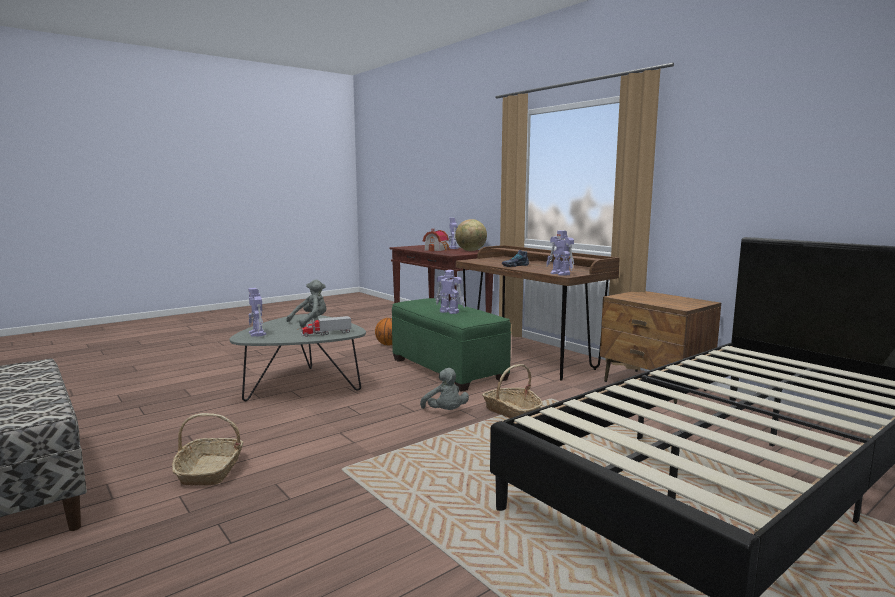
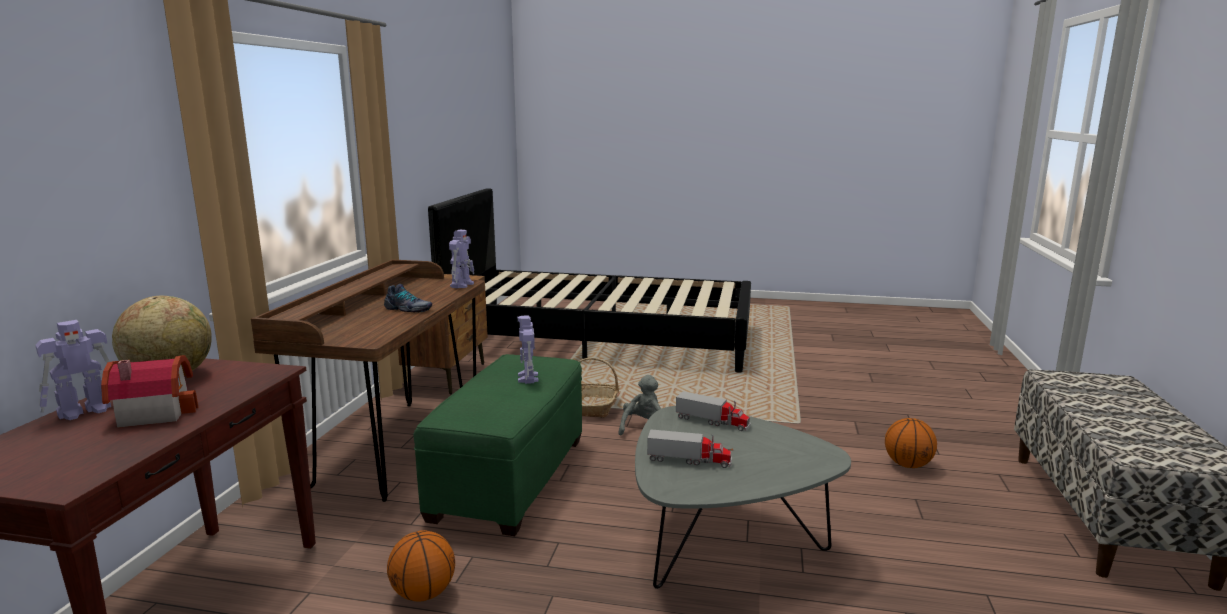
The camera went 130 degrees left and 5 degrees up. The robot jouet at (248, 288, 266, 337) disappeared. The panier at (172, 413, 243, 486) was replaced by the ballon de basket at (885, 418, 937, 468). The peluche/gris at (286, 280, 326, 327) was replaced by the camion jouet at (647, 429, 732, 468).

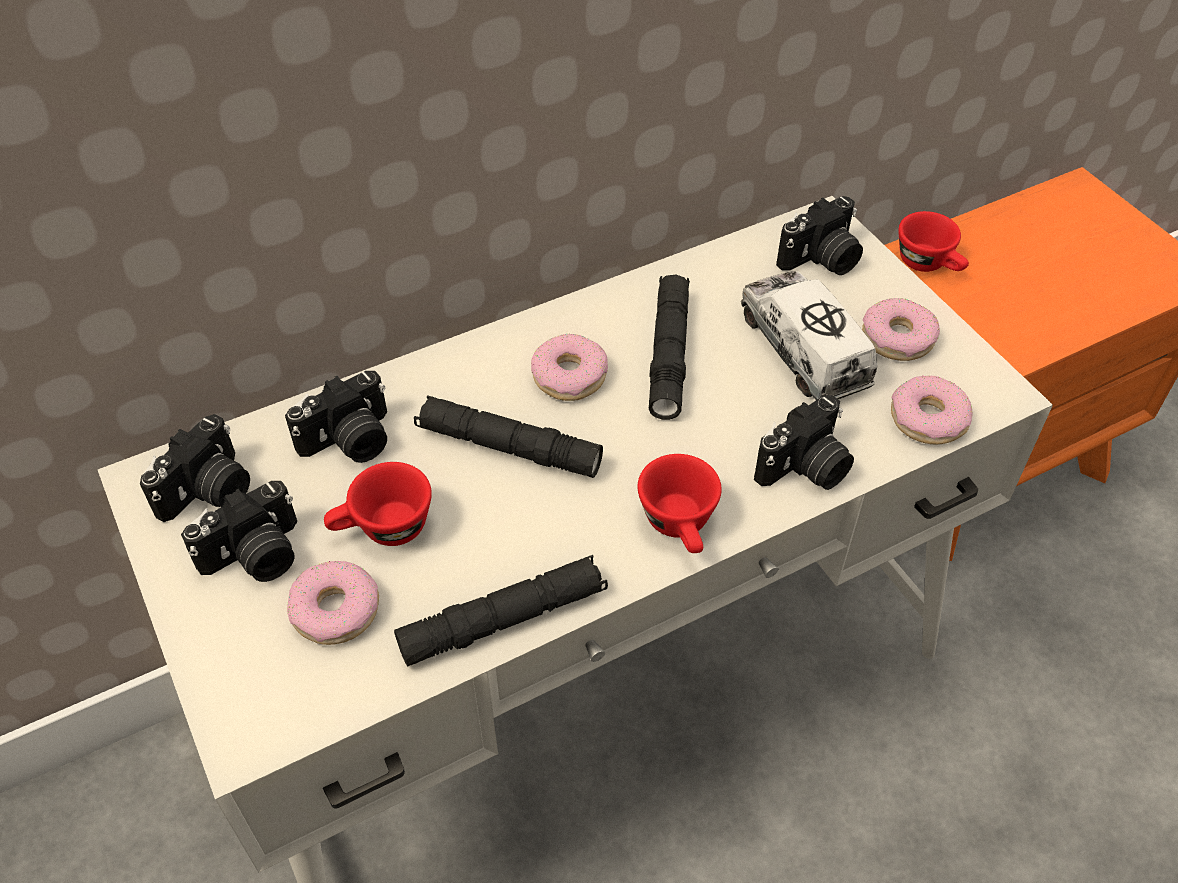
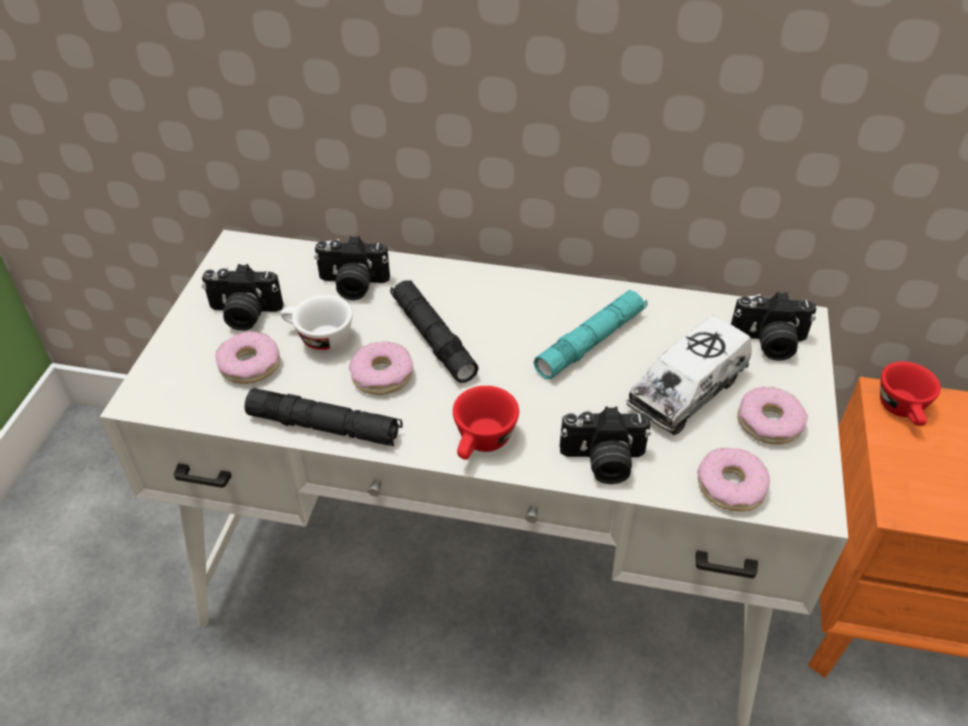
The camera went 40 degrees right and 5 degrees down. The appareil photo at (140, 414, 250, 522) disappeared. The beignet moved from (531, 334, 608, 401) to (349, 342, 413, 395). The tasse/rouge at (324, 462, 432, 546) became the tasse/blanc at (280, 295, 353, 354). The lampe de poche/noir at (649, 275, 690, 420) became the lampe de poche/turquoise at (534, 290, 647, 379). The camion jouet at (741, 271, 877, 400) turned 150 degrees counterclockwise.

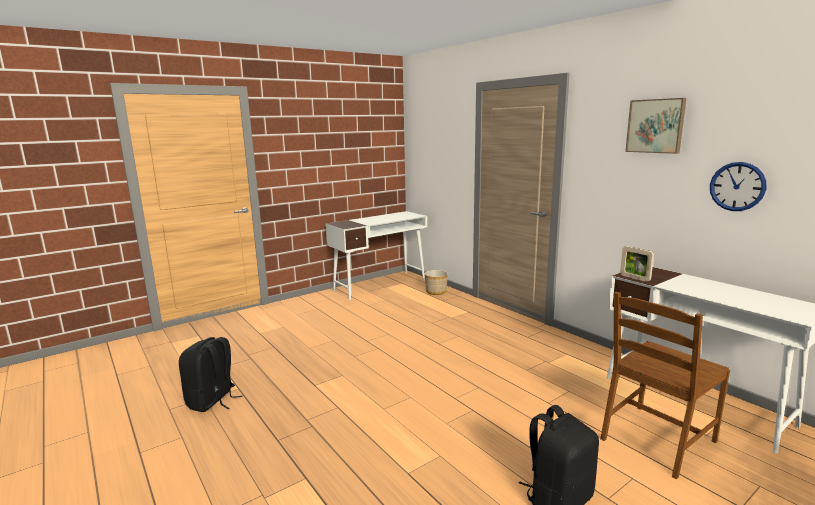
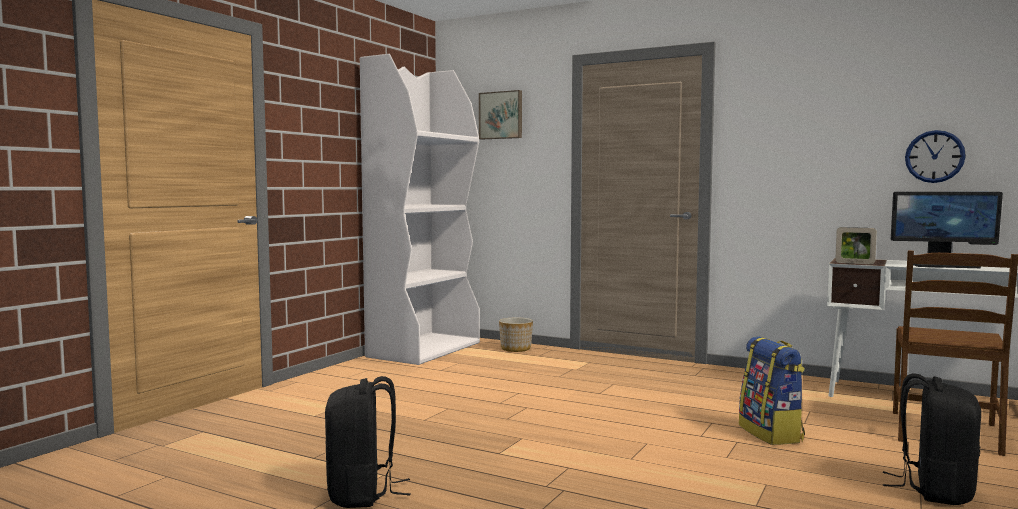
The camera went 25 degrees left and 10 degrees down. The sac à dos at (739, 336, 805, 445) appeared. The écran d'ordinateur at (891, 192, 1003, 268) appeared. The tableau moved from (625, 98, 686, 154) to (479, 90, 522, 139). The bureau/blanc at (325, 211, 427, 300) was replaced by the bibliothèque/blanc at (360, 54, 480, 365).

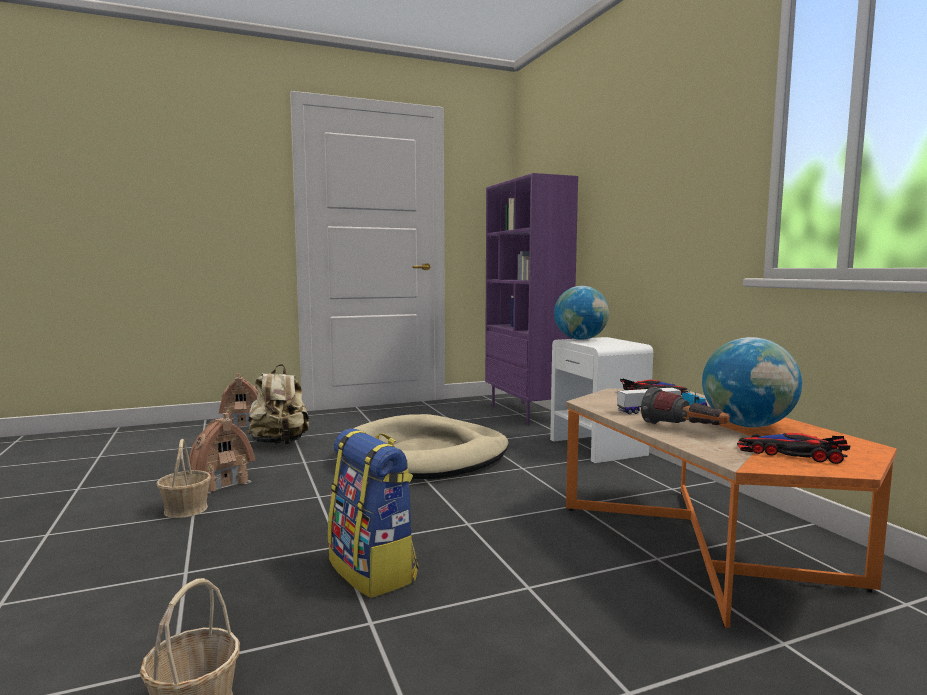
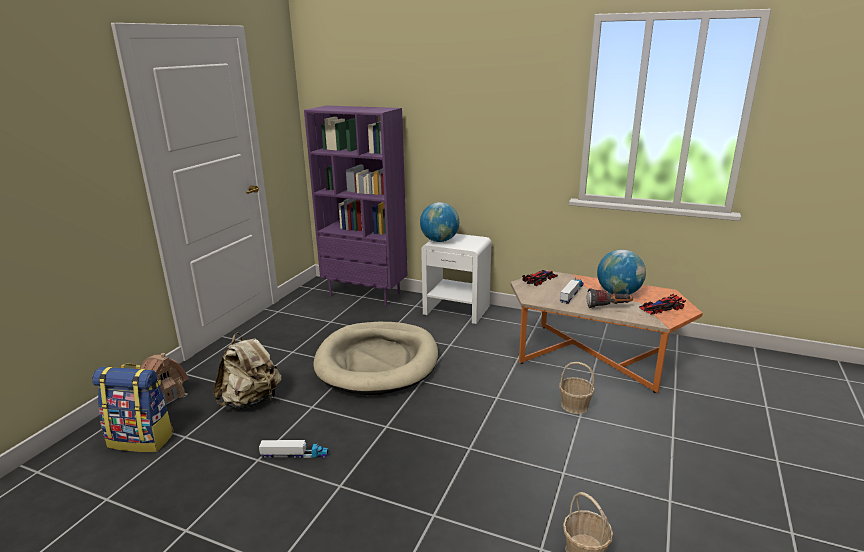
The camera went 45 degrees left and 15 degrees up. The panier moved from (156, 439, 211, 518) to (559, 362, 595, 414). The sac à dos moved from (328, 428, 418, 598) to (92, 364, 174, 452). The maison miniature at (189, 413, 255, 494) was replaced by the camion jouet at (259, 440, 329, 459).

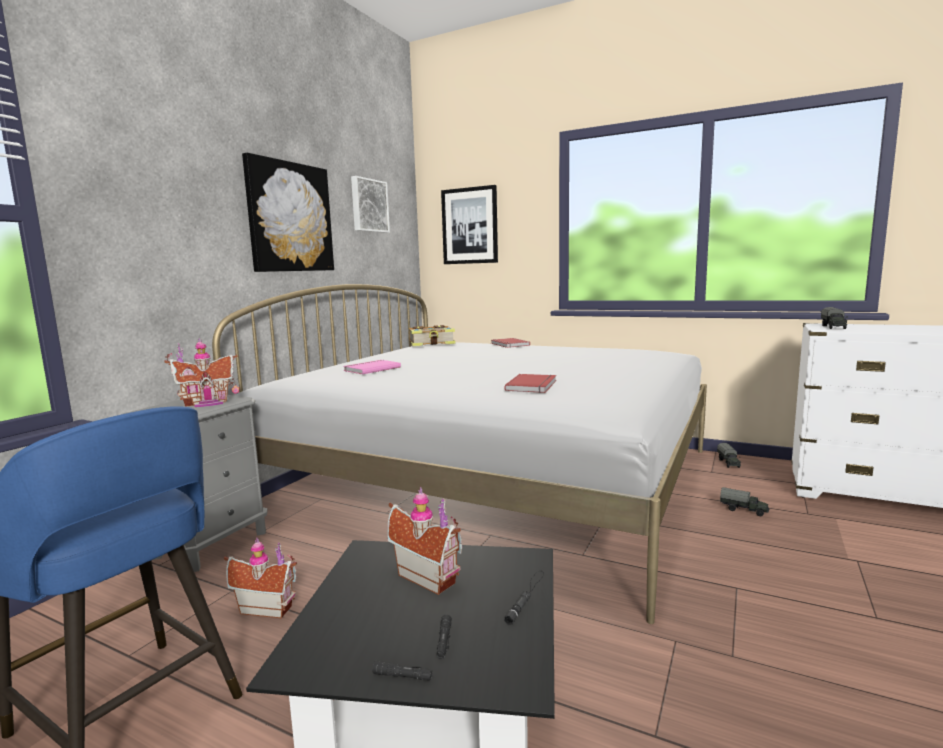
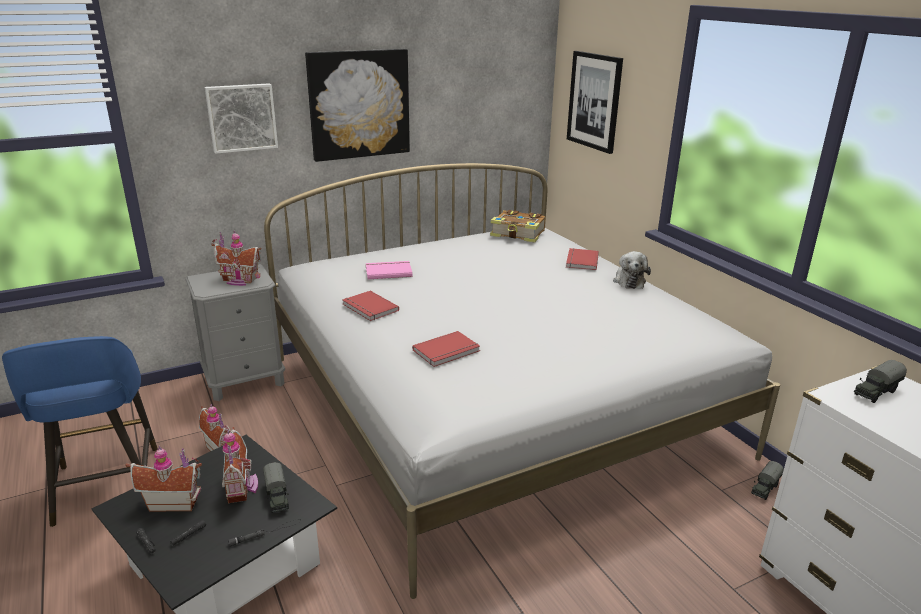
The camera went 35 degrees right and 15 degrees up. The maison miniature at (125, 446, 202, 511) appeared. The livre/rouge at (342, 291, 399, 321) appeared. The peluche at (613, 251, 651, 289) appeared. The tableau moved from (351, 176, 390, 233) to (204, 83, 278, 154). The camion jouet moved from (720, 487, 769, 516) to (263, 462, 289, 513).

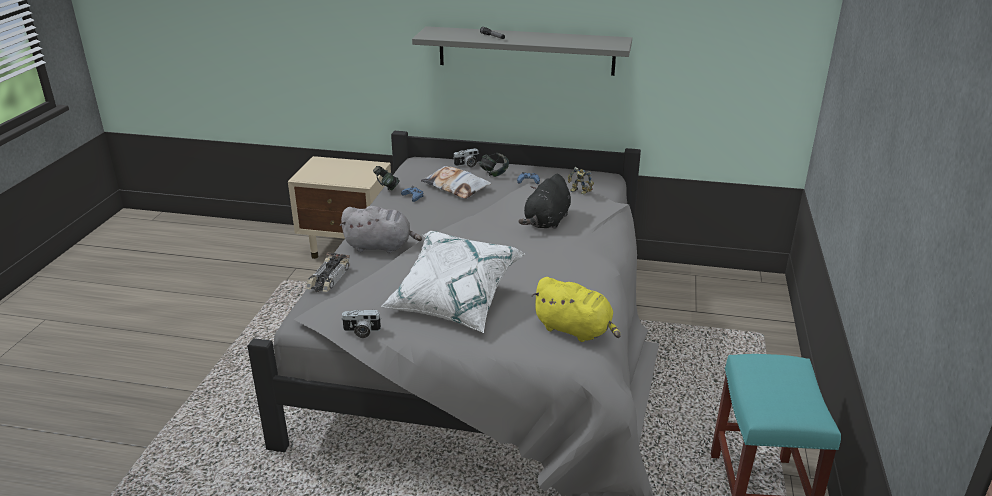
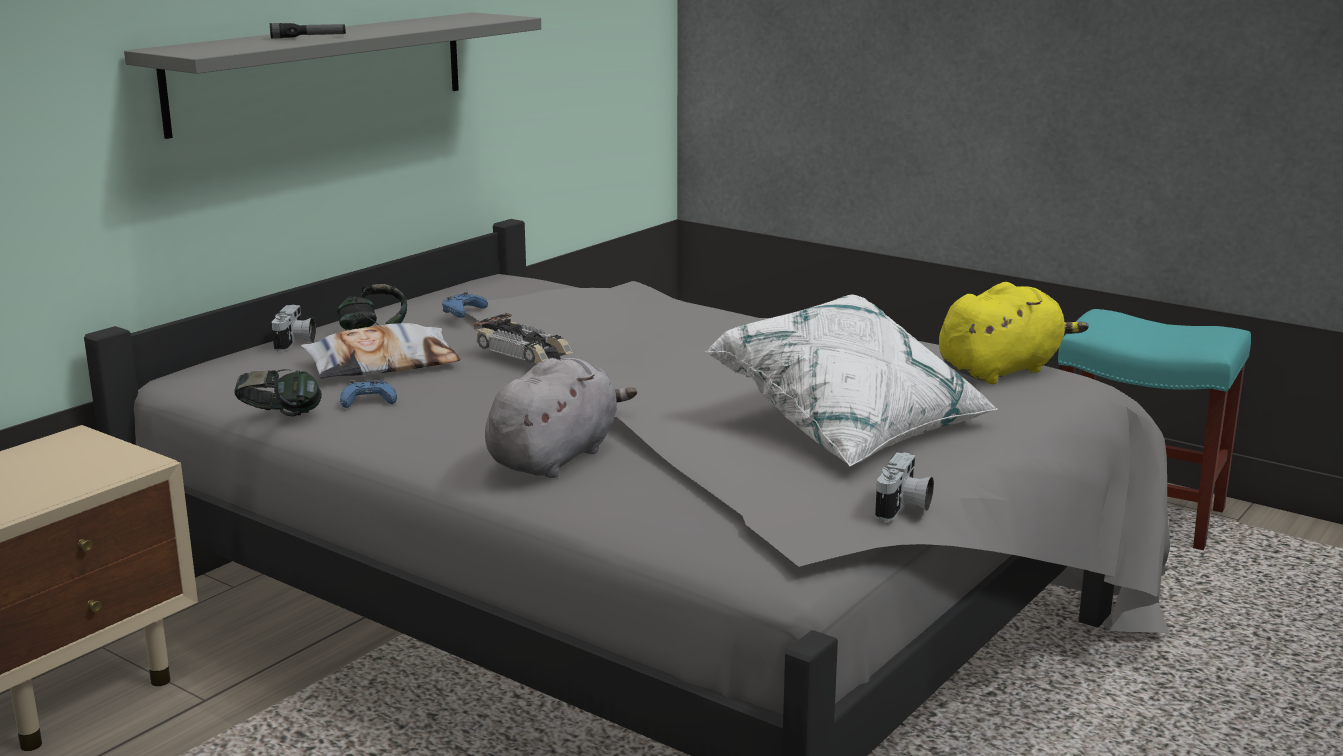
The camera went 65 degrees left and 10 degrees down. The peluche/noir at (518, 174, 571, 229) disappeared. The robot jouet at (568, 167, 594, 195) disappeared. The petite voiture moved from (306, 253, 350, 292) to (474, 313, 573, 363).

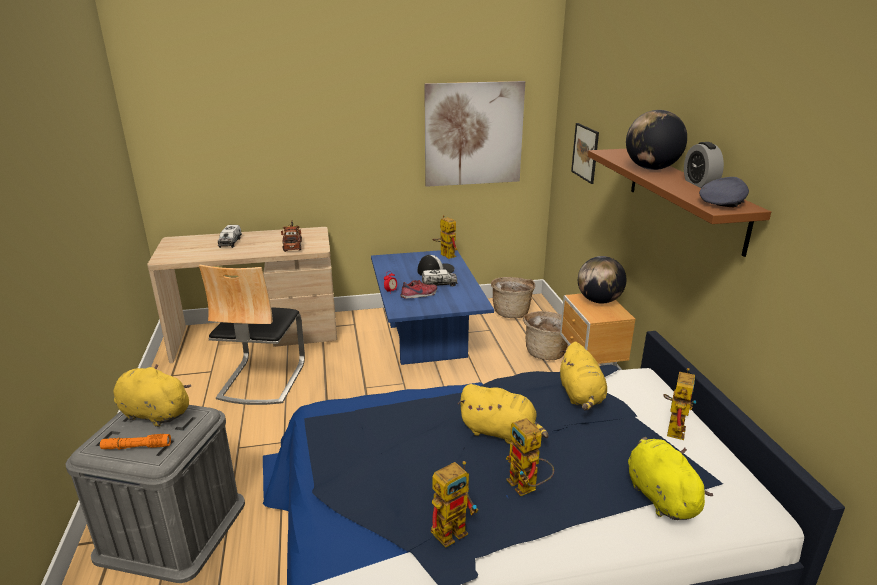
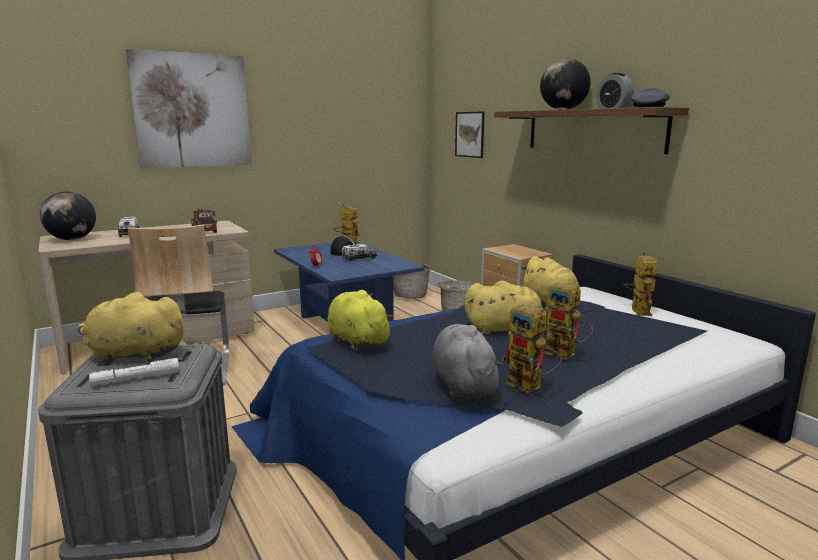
The camera went 20 degrees left and 10 degrees down. The chaussure at (400, 280, 437, 299) disappeared. The peluche/gris at (432, 324, 504, 399) appeared. The tableau moved from (424, 81, 525, 187) to (125, 49, 251, 168). The globe moved from (578, 256, 626, 304) to (40, 191, 96, 240). The peluche/jaune moved from (628, 437, 713, 520) to (328, 290, 394, 351). The lampe de poche/orange at (100, 434, 171, 450) became the lampe de poche/blanc at (89, 358, 179, 386). The robot jouet at (431, 461, 478, 548) turned 105 degrees clockwise.

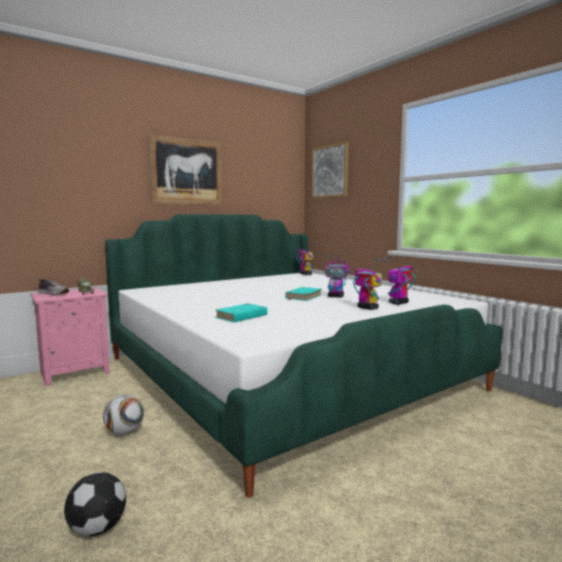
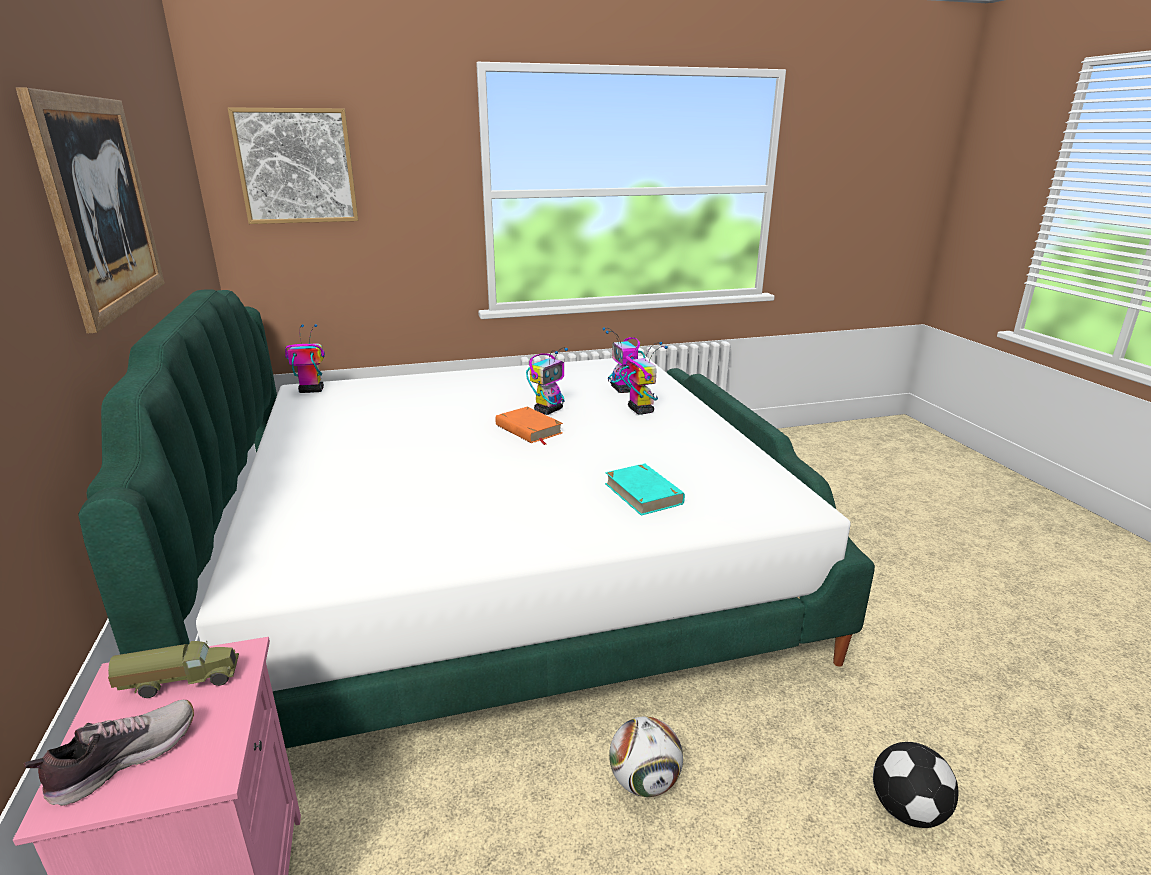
The camera went 70 degrees left and 15 degrees up. The livre/turquoise at (285, 287, 321, 301) became the livre/orange at (495, 407, 563, 445). The robot jouet at (353, 258, 386, 310) turned 90 degrees clockwise.

